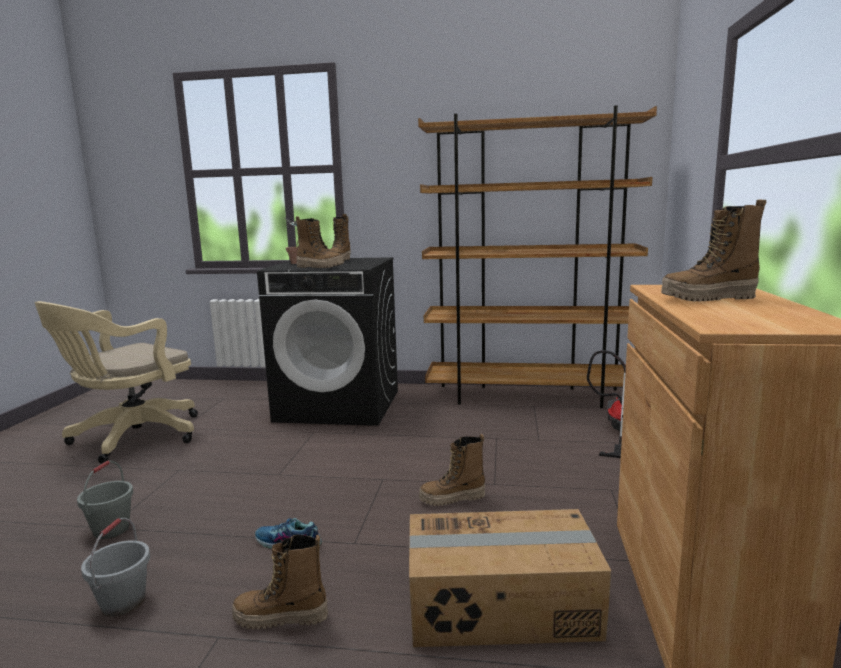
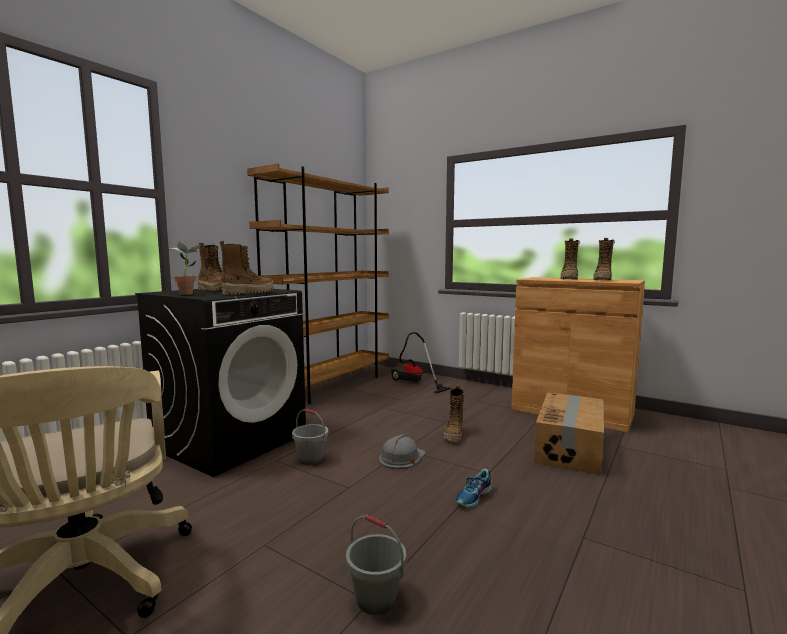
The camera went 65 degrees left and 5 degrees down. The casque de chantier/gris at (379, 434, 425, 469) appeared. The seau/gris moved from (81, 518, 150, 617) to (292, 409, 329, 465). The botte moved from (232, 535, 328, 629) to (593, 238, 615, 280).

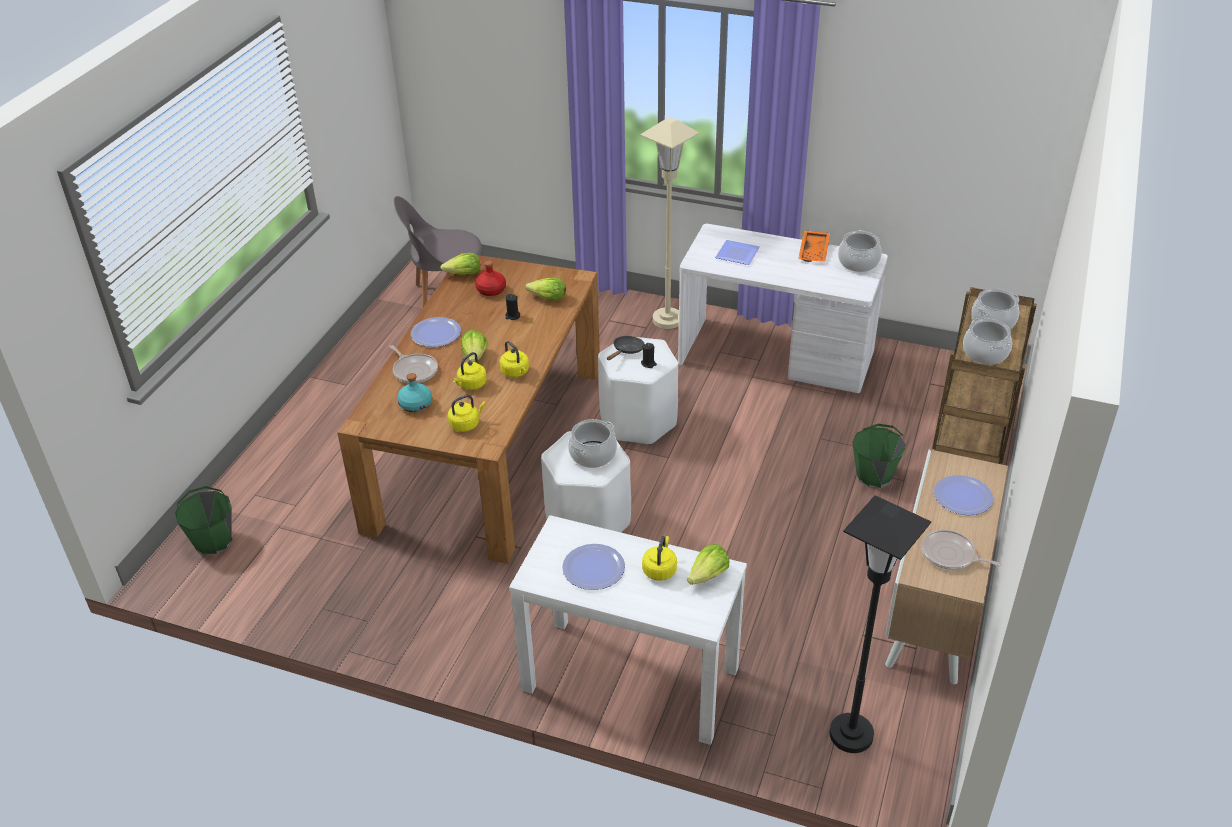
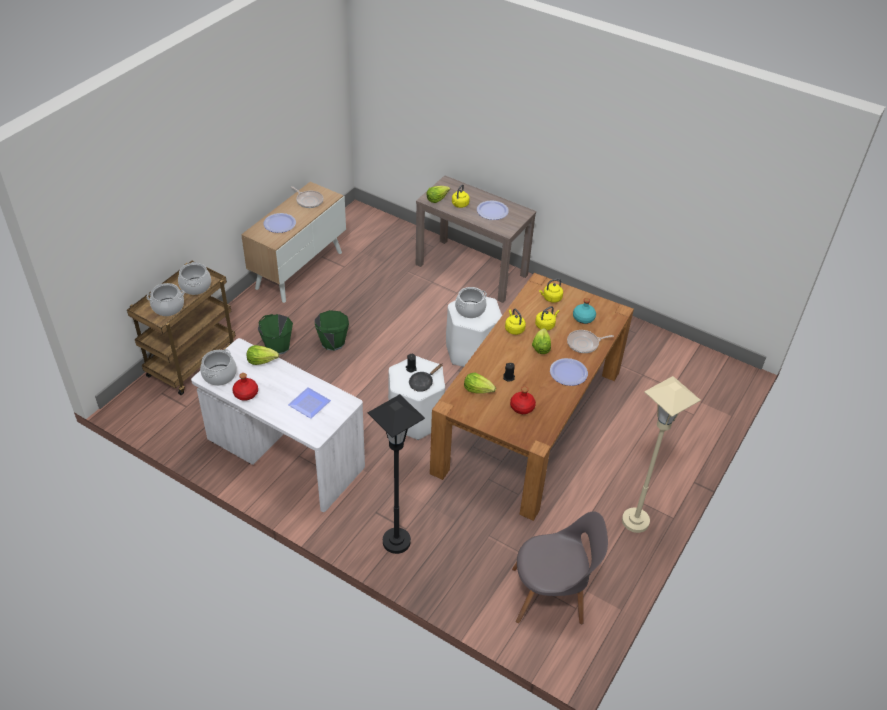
The camera went 170 degrees left and 5 degrees up. The seau/vert moved from (175, 486, 232, 555) to (314, 310, 349, 351). The laitue moved from (440, 253, 480, 275) to (247, 345, 279, 365). The lampadaire/beige moved from (640, 117, 700, 329) to (622, 376, 701, 533). The lampadaire/noir moved from (830, 495, 931, 753) to (368, 394, 425, 554). The plateau/orange at (798, 231, 830, 262) was replaced by the bouteille/rouge at (232, 373, 258, 401). The table console/blanc at (509, 515, 747, 745) became the table console/marron at (416, 176, 536, 303). The poêle at (389, 345, 438, 383) turned 75 degrees counterclockwise.

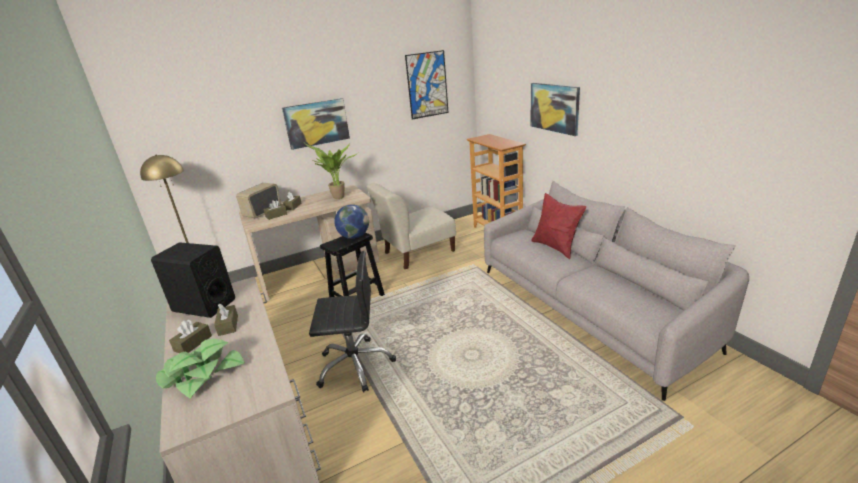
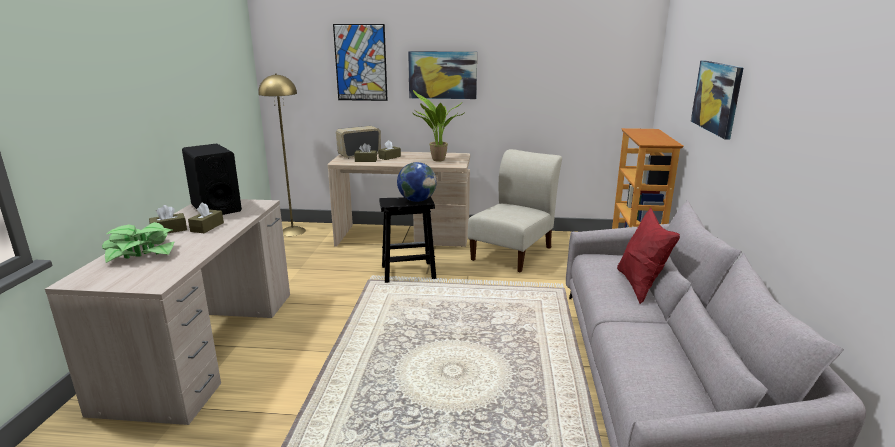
The camera went 30 degrees right and 5 degrees down. The chaise de bureau/noir at (309, 251, 396, 392) disappeared. The tableau moved from (405, 50, 449, 120) to (333, 24, 388, 101). The chaise/beige at (367, 183, 456, 269) turned 120 degrees clockwise.

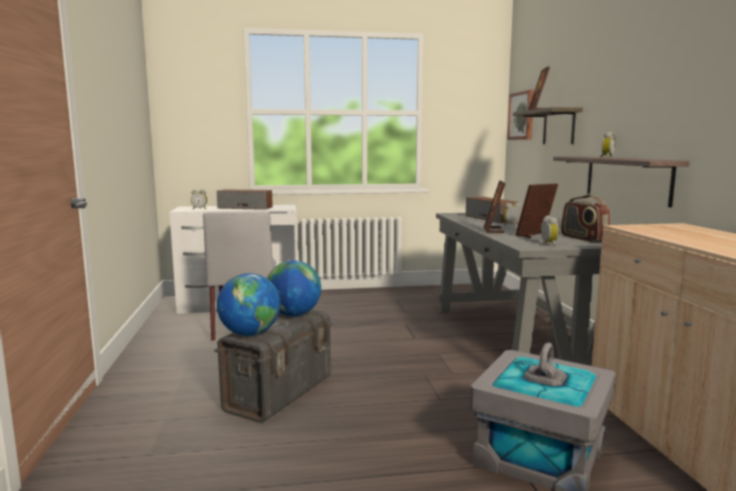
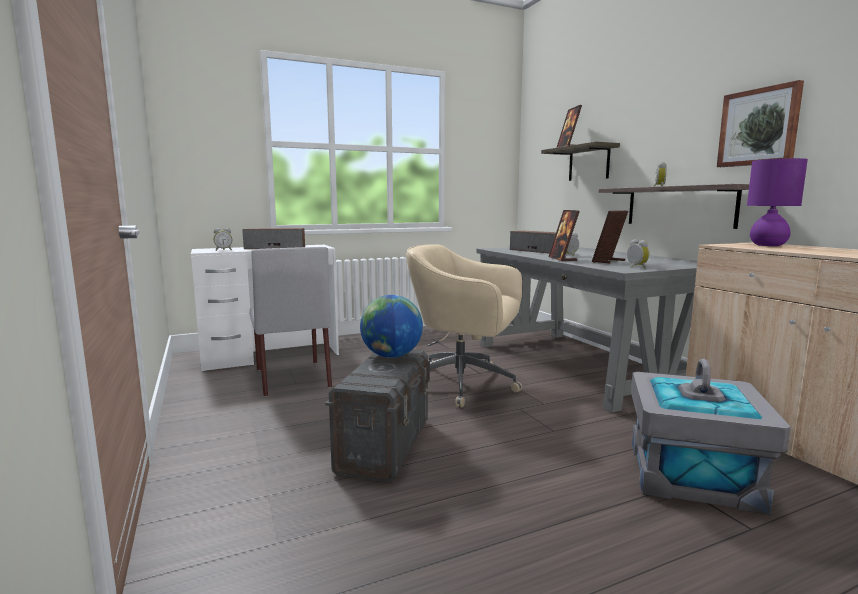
The camera went 15 degrees left and 0 degrees up. The globe at (217, 273, 280, 336) disappeared. The radio at (561, 195, 611, 242) disappeared. The chaise de bureau/beige at (406, 244, 522, 408) appeared. The lampe de table/violet at (747, 158, 808, 246) appeared. The tableau moved from (507, 90, 534, 140) to (717, 80, 804, 167).

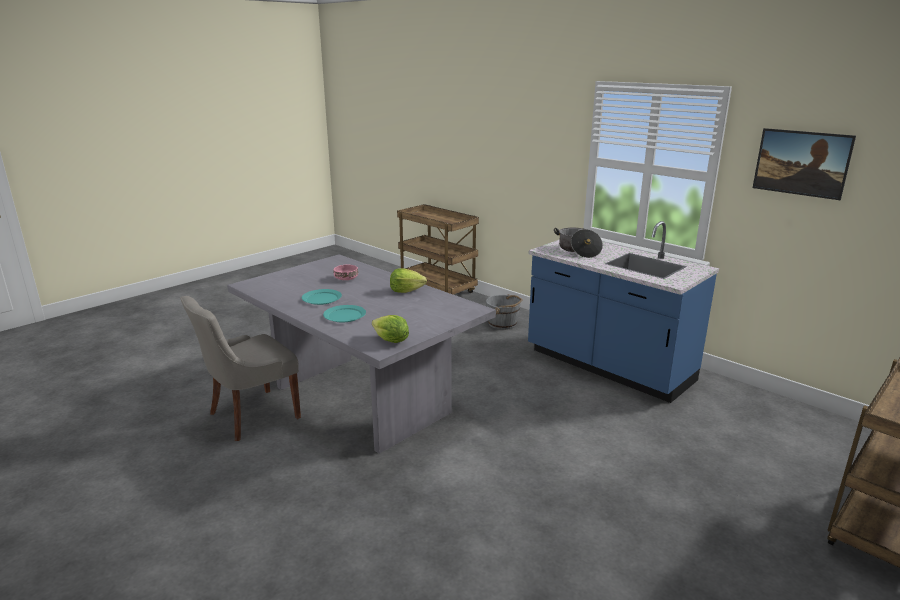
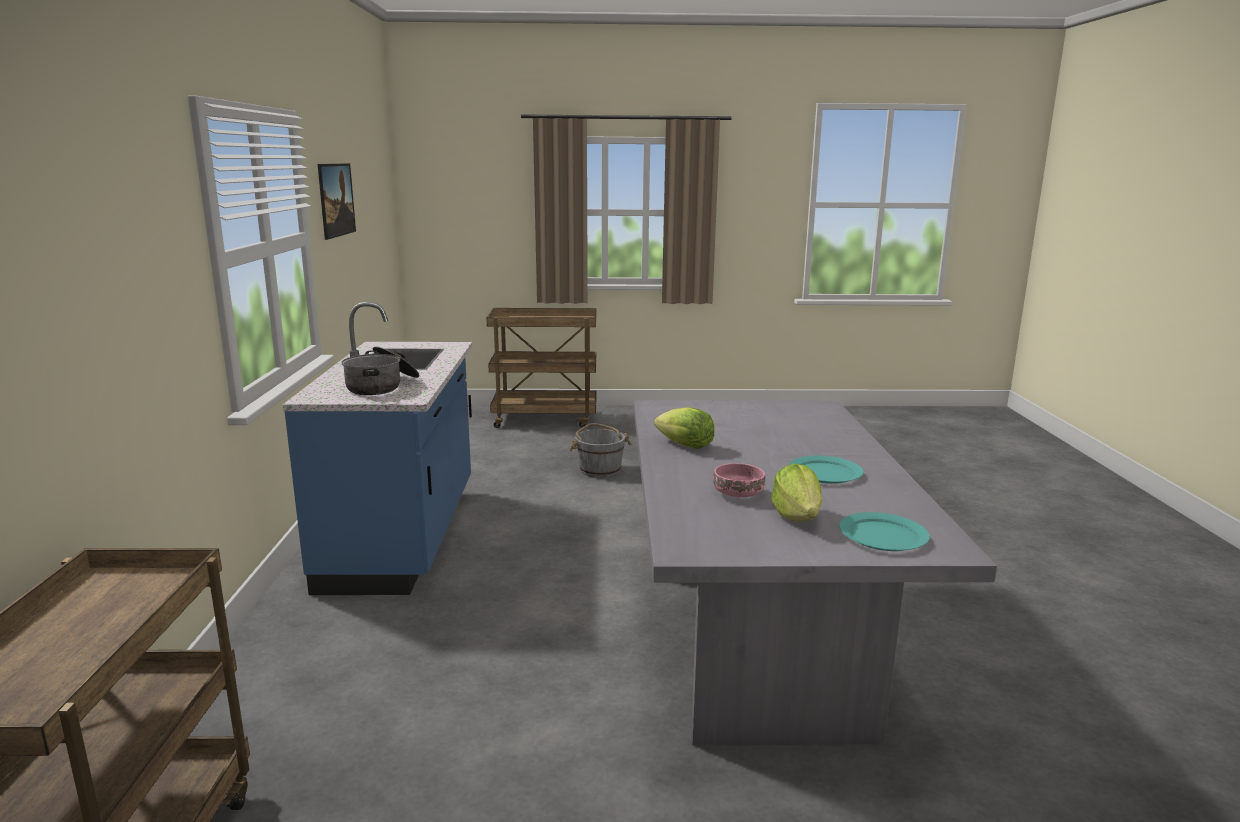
The camera went 135 degrees left and 5 degrees down. The chaise/gris at (180, 296, 301, 441) disappeared. The assiette/turquoise moved from (323, 305, 366, 323) to (839, 512, 930, 551). The laitue moved from (372, 315, 409, 343) to (771, 464, 822, 522). The seau/gris moved from (486, 294, 523, 330) to (569, 423, 631, 478).

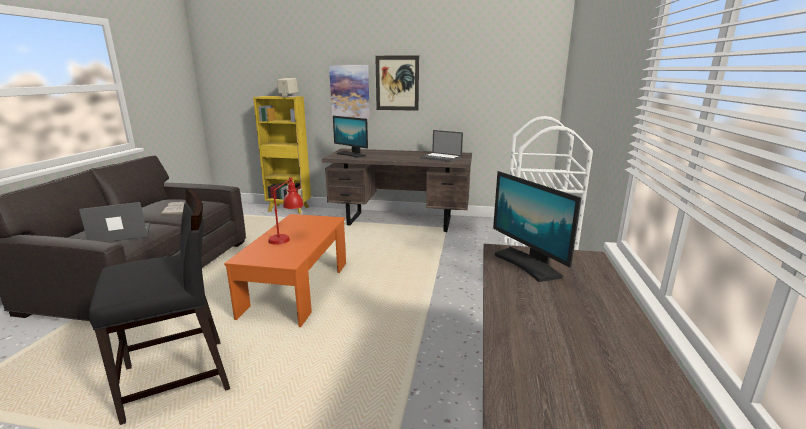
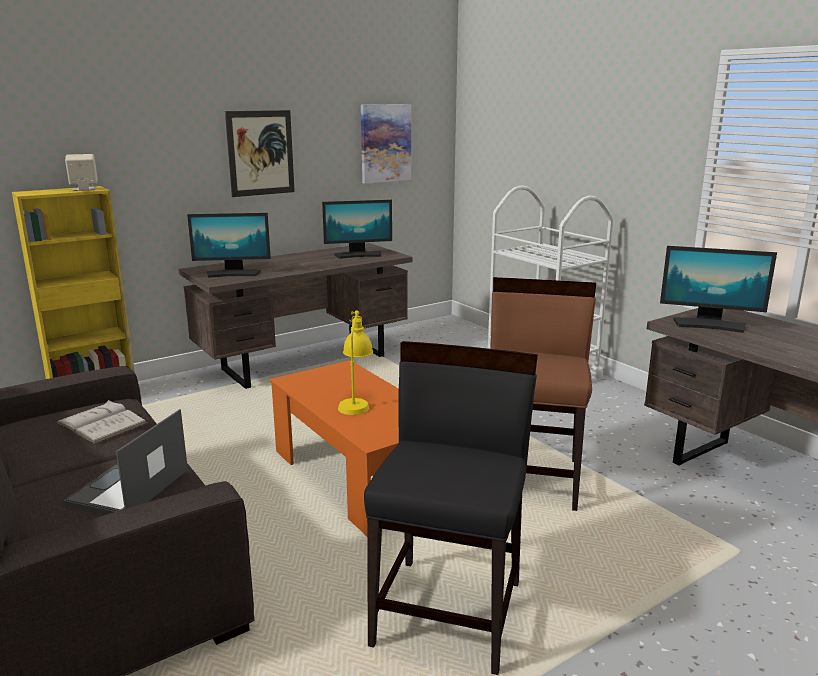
The camera went 45 degrees left and 0 degrees up. The chaise/marron at (491, 277, 596, 511) appeared. The tableau moved from (329, 65, 370, 119) to (361, 104, 411, 184). The ordinateur portable at (420, 130, 463, 162) was replaced by the écran d'ordinateur at (322, 200, 392, 259). The lampe de table/rouge at (268, 178, 304, 245) became the lampe de table/jaune at (338, 310, 373, 415).

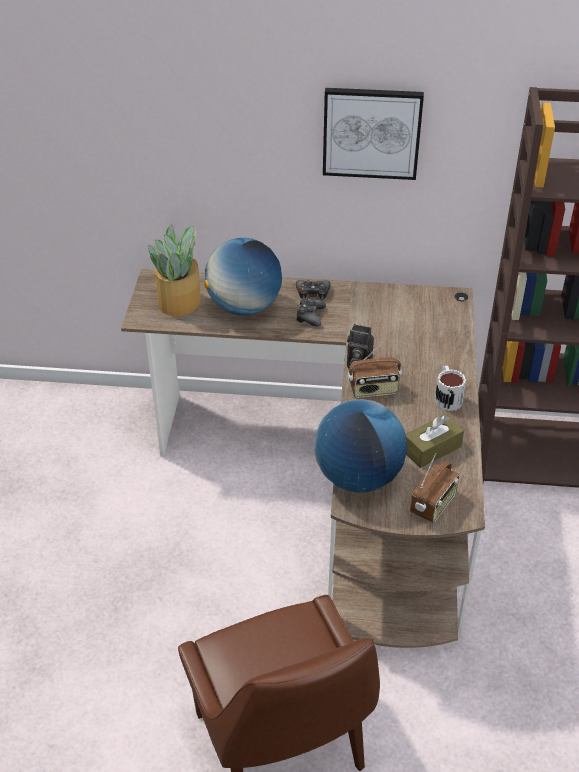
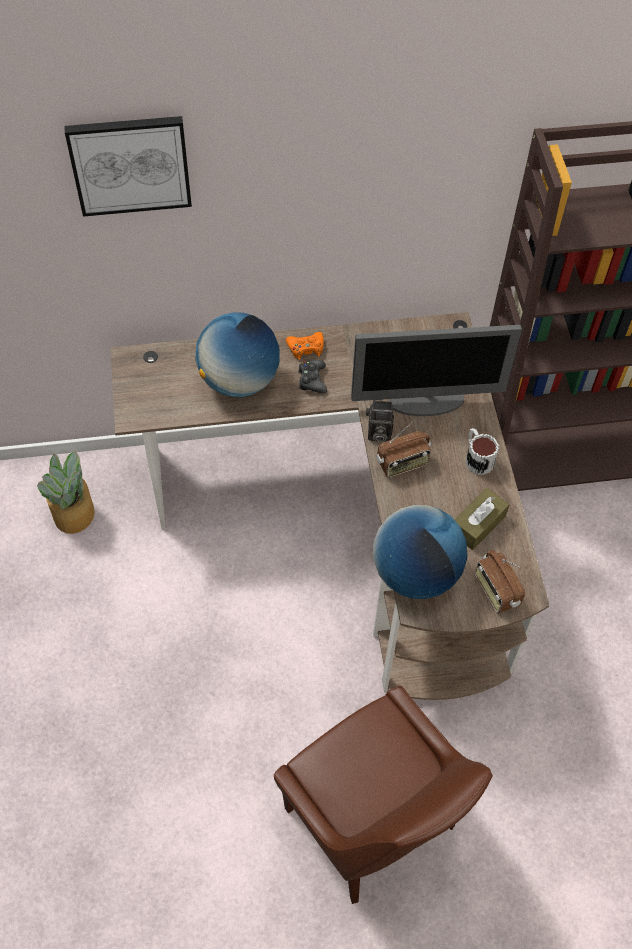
The camera went 15 degrees left and 15 degrees up. The écran d'ordinateur at (351, 325, 522, 416) appeared. The plante en pot moved from (148, 224, 201, 316) to (37, 451, 95, 534). The tableau moved from (323, 88, 424, 180) to (64, 116, 192, 217). The manette/noir at (296, 280, 331, 300) became the manette/orange at (286, 332, 324, 360). The radio at (410, 453, 459, 523) turned 135 degrees clockwise.

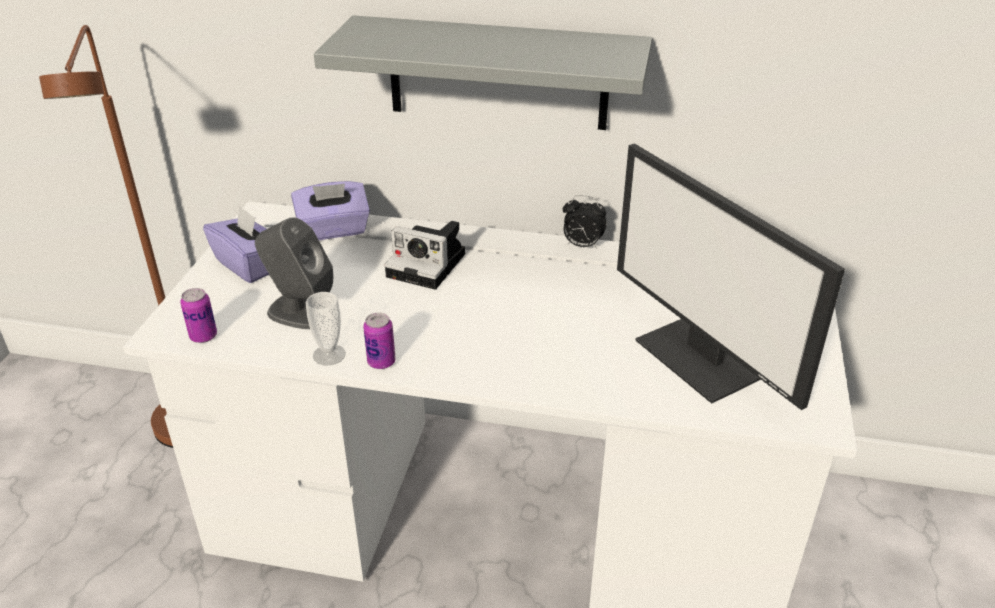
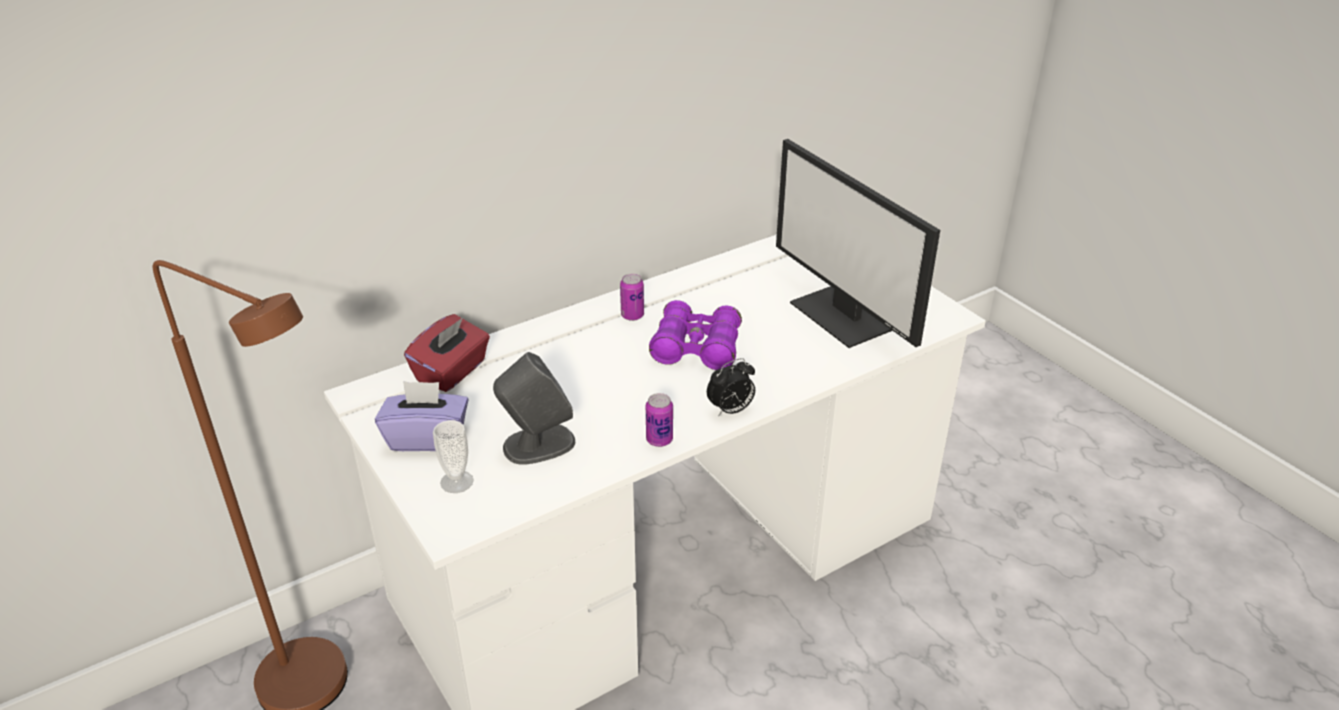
The camera went 45 degrees left and 0 degrees up. The étagère/gris at (314, 15, 652, 130) disappeared. The appareil photo at (385, 221, 465, 290) disappeared. The jumelles/violet at (649, 300, 742, 370) appeared. The boîte métallique moved from (180, 288, 217, 343) to (620, 274, 644, 321). The tasse moved from (306, 292, 346, 366) to (433, 420, 474, 493). The réveil moved from (563, 195, 607, 248) to (707, 358, 755, 416). The boîte à mouchoirs/violet at (291, 181, 370, 240) became the boîte à mouchoirs/rouge at (404, 314, 490, 392). The écran d'ordinateur at (617, 143, 845, 410) turned 45 degrees clockwise.

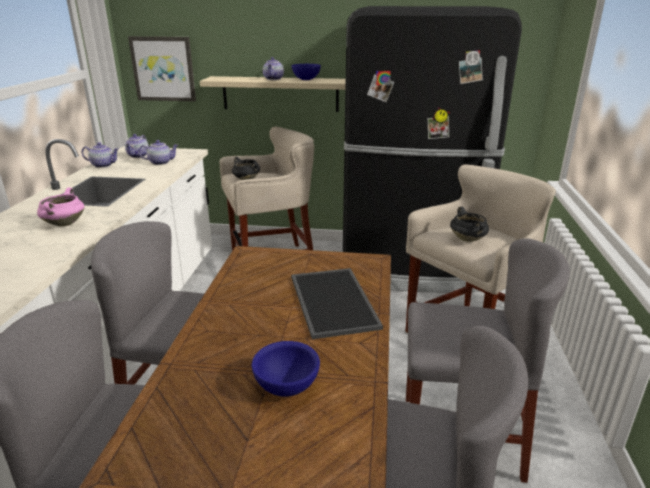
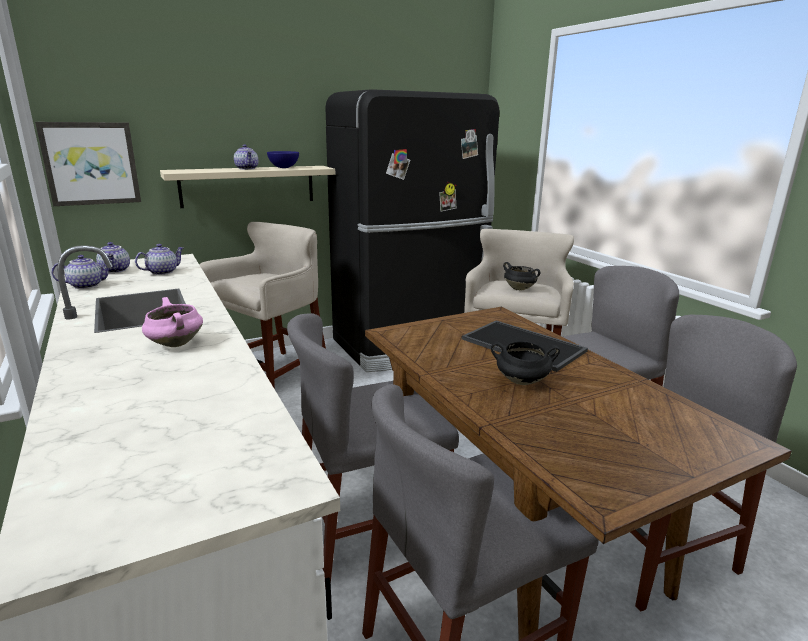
The camera went 35 degrees left and 5 degrees down. The bol/bleu at (252, 341, 320, 397) disappeared. The marmite/noir moved from (232, 157, 260, 180) to (491, 341, 560, 385).

